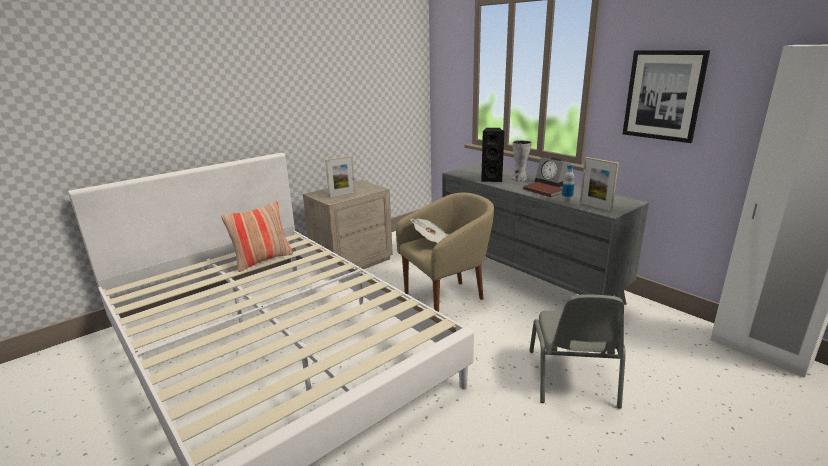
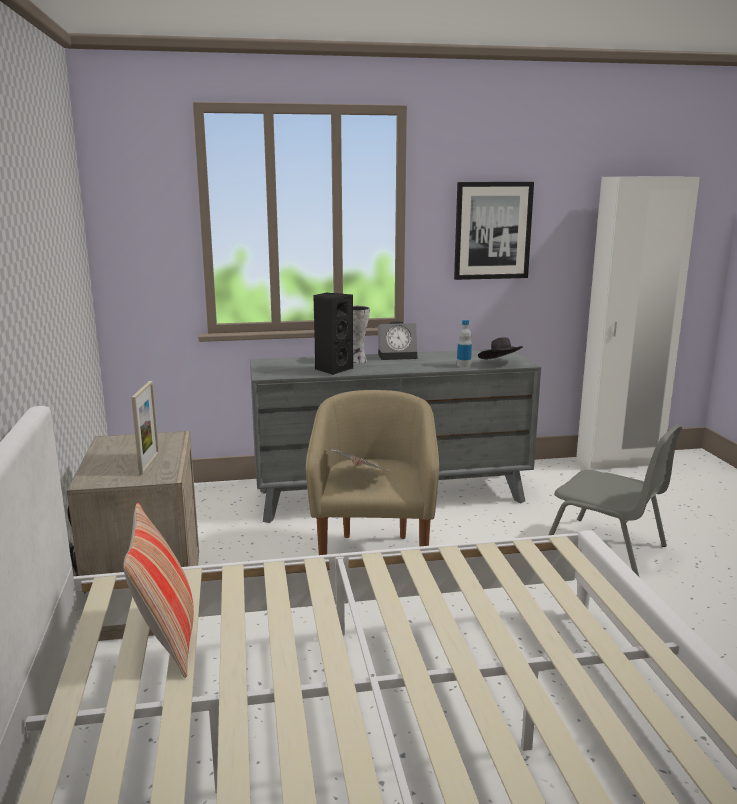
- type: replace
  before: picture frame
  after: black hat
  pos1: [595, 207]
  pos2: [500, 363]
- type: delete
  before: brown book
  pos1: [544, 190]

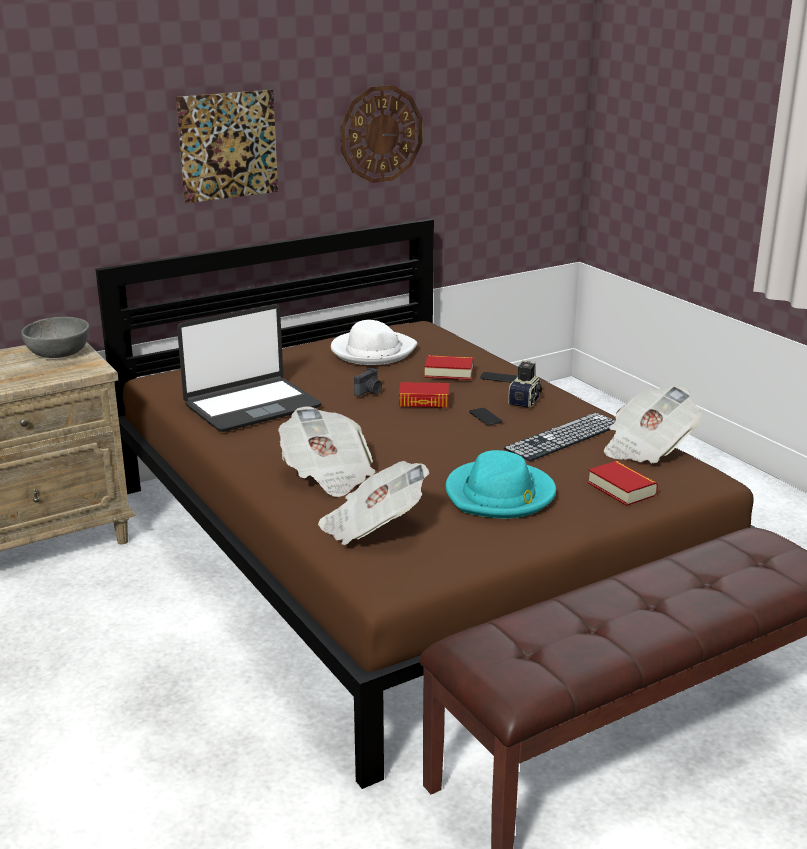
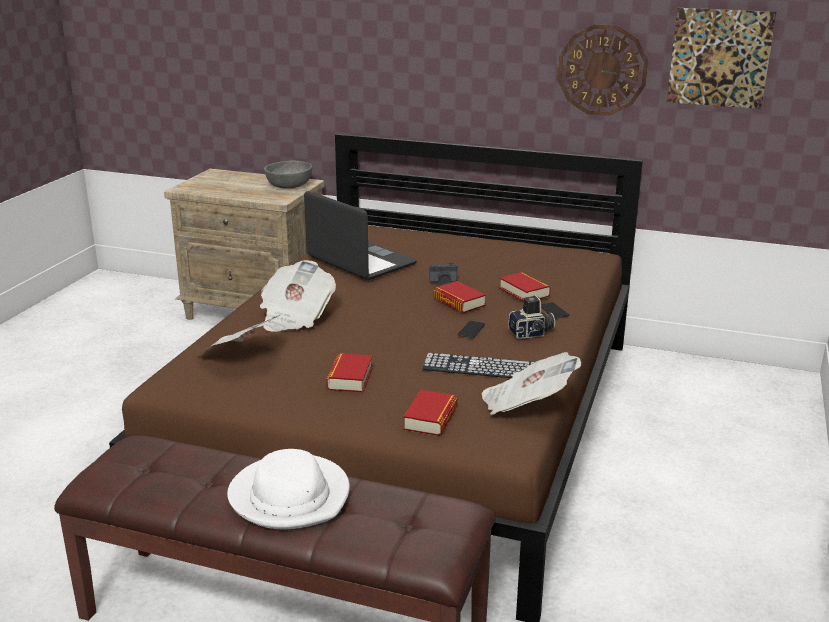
- type: move
  before: picture
  pos1: [228, 146]
  pos2: [719, 58]
- type: rotate
  before: laptop
  pos1: [251, 406]
  pos2: [360, 262]
  turn: -150
- type: move
  before: white hat
  pos1: [372, 351]
  pos2: [290, 496]
- type: replace
  before: turquoise hat
  after: book
  pos1: [500, 495]
  pos2: [350, 378]

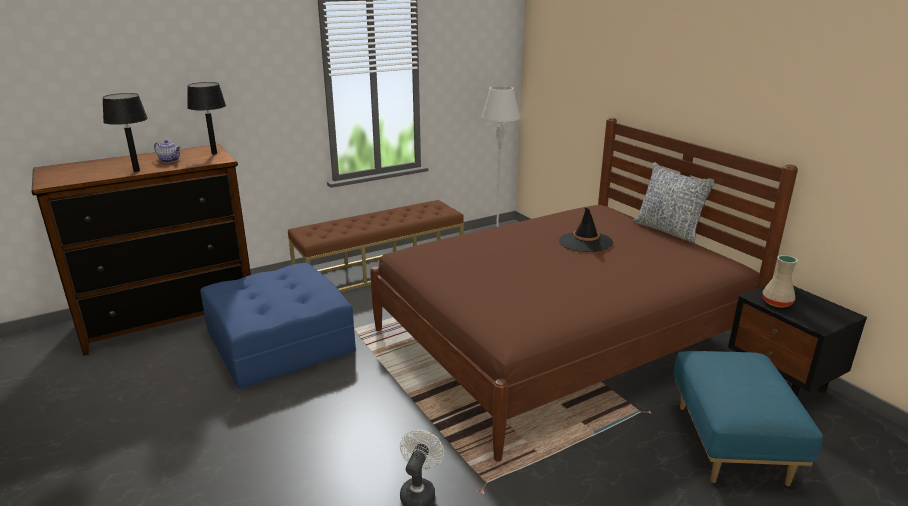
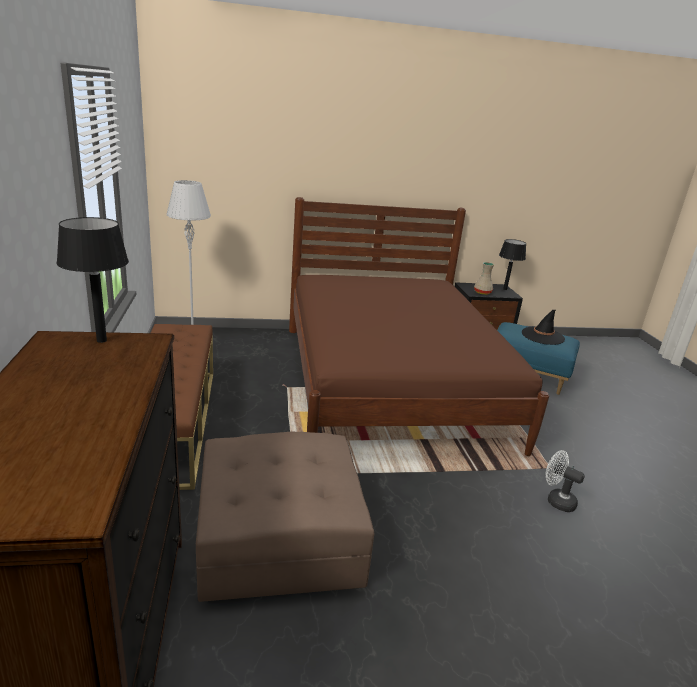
- type: move
  before: black table lamp
  pos1: [137, 171]
  pos2: [504, 289]
- type: delete
  before: teapot
  pos1: [170, 160]
- type: delete
  before: pillow
  pos1: [668, 230]
- type: move
  before: black hat
  pos1: [585, 242]
  pos2: [542, 336]
- type: recolor
  before: blue ottoman
  after: brown ottoman
  pos1: [281, 341]
  pos2: [279, 533]

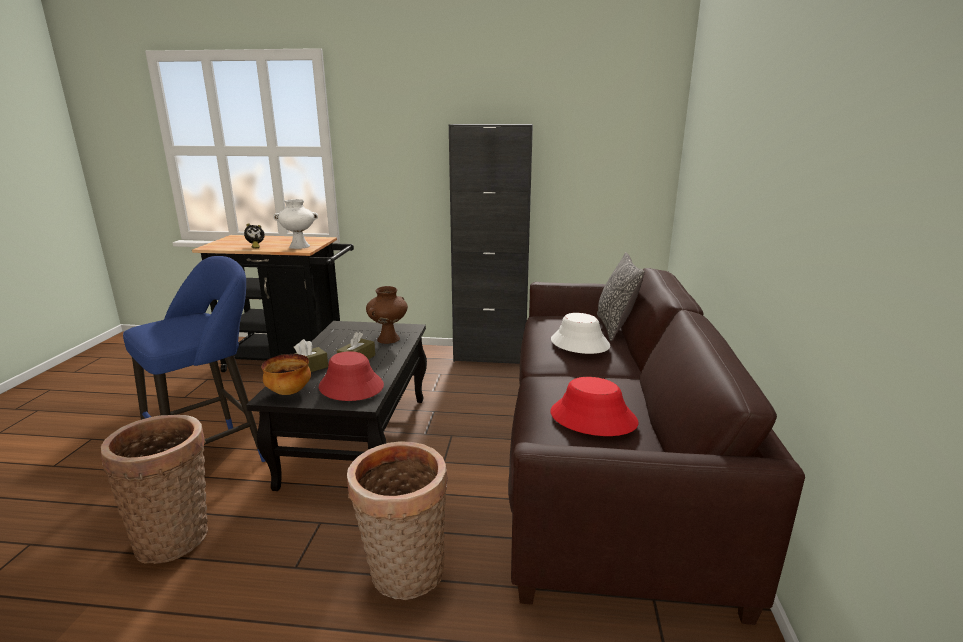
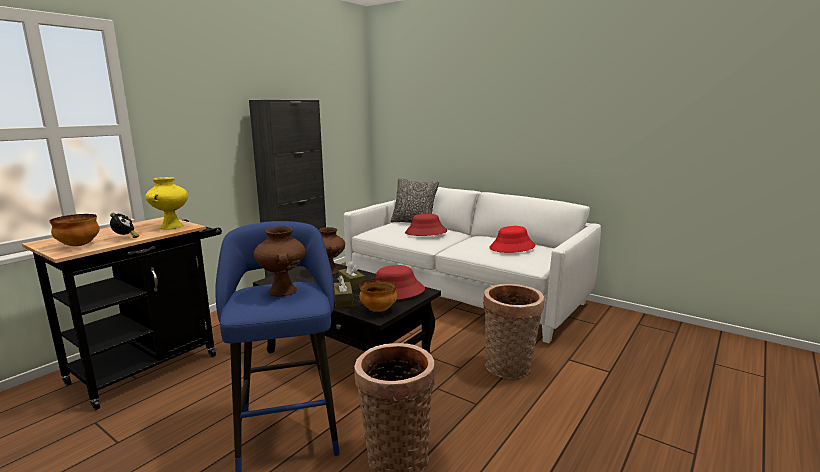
- type: recolor
  before: white vase
  after: yellow vase
  pos1: [300, 246]
  pos2: [171, 226]
- type: recolor
  before: brown sofa
  after: white sofa
  pos1: [606, 464]
  pos2: [463, 295]
- type: recolor
  before: white hat
  after: red hat
  pos1: [579, 343]
  pos2: [426, 232]
- type: insert
  after: bowl
  pos2: [79, 245]
- type: insert
  after: brown vase
  pos2: [283, 291]

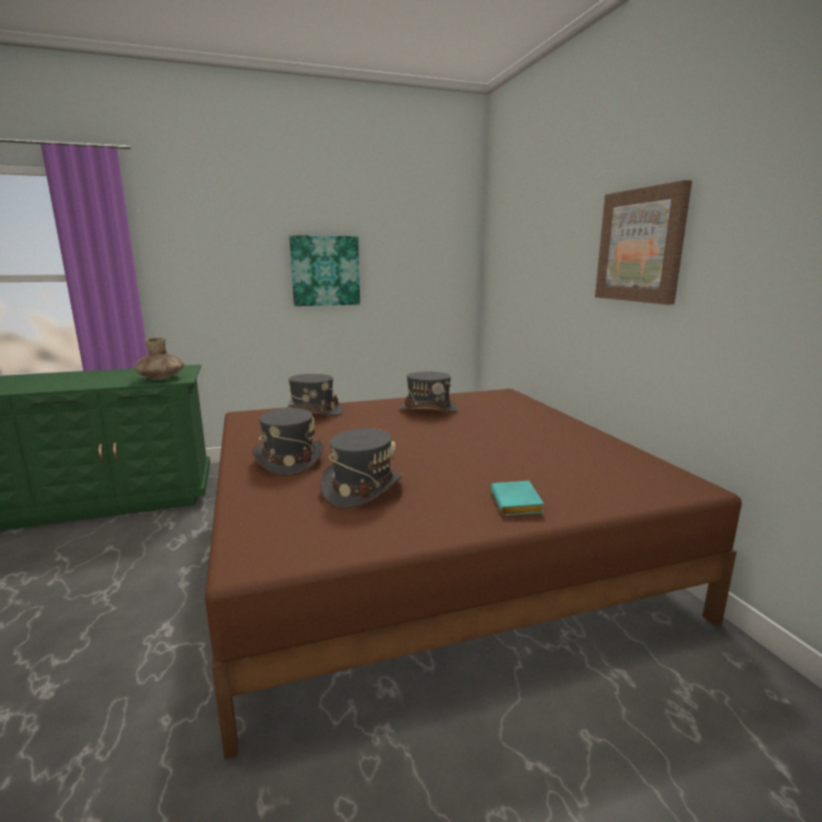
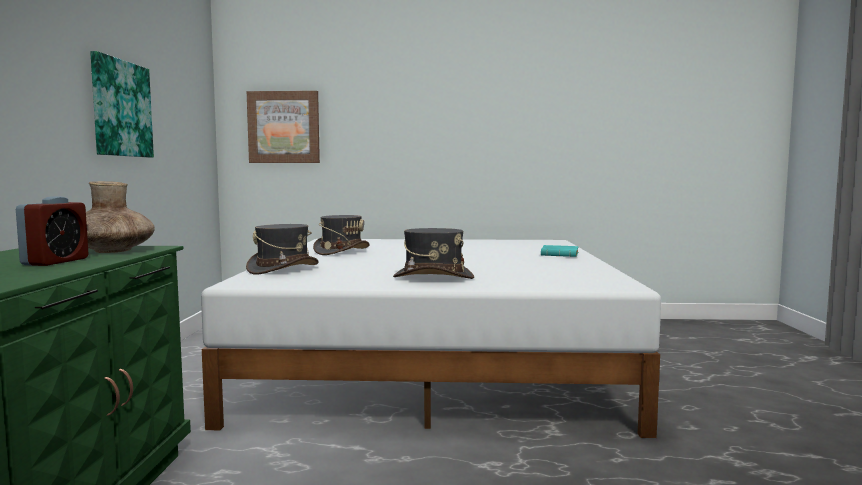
- type: move
  before: picture
  pos1: [640, 246]
  pos2: [284, 127]
- type: recolor
  before: brown bed
  after: white bed
  pos1: [426, 550]
  pos2: [436, 359]
- type: delete
  before: grey hat
  pos1: [362, 489]
- type: insert
  after: alarm clock
  pos2: [55, 261]

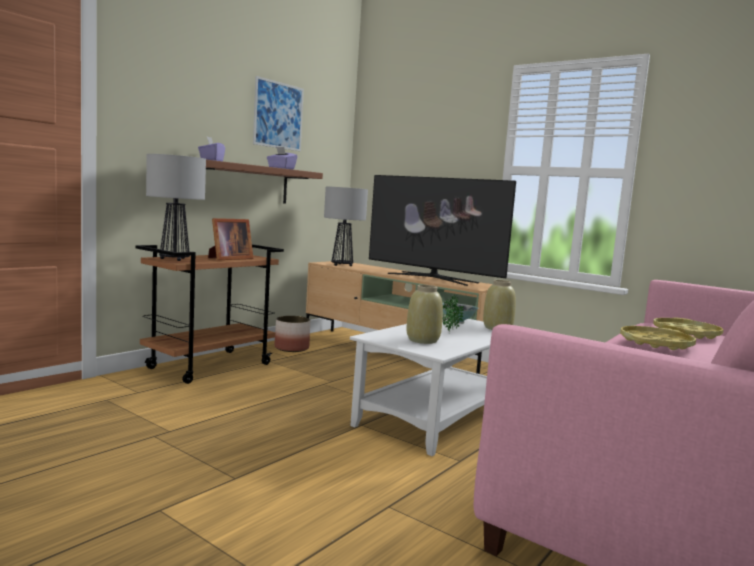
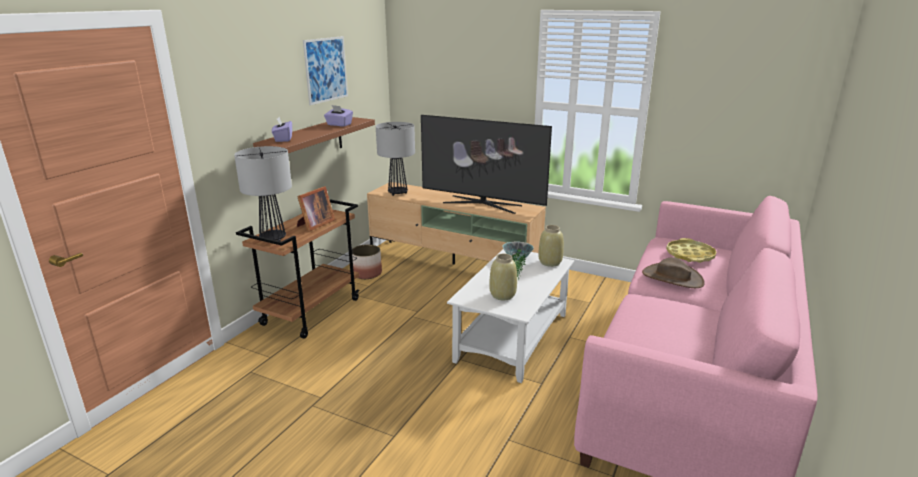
- type: replace
  before: yellow tray
  after: brown hat
  pos1: [656, 343]
  pos2: [672, 278]

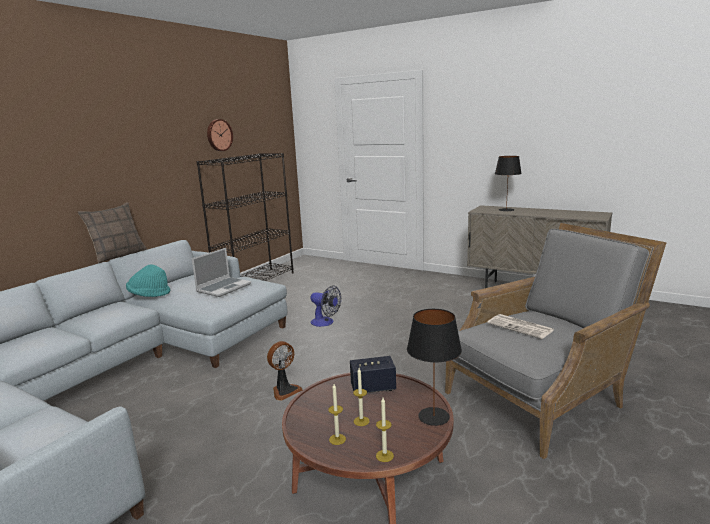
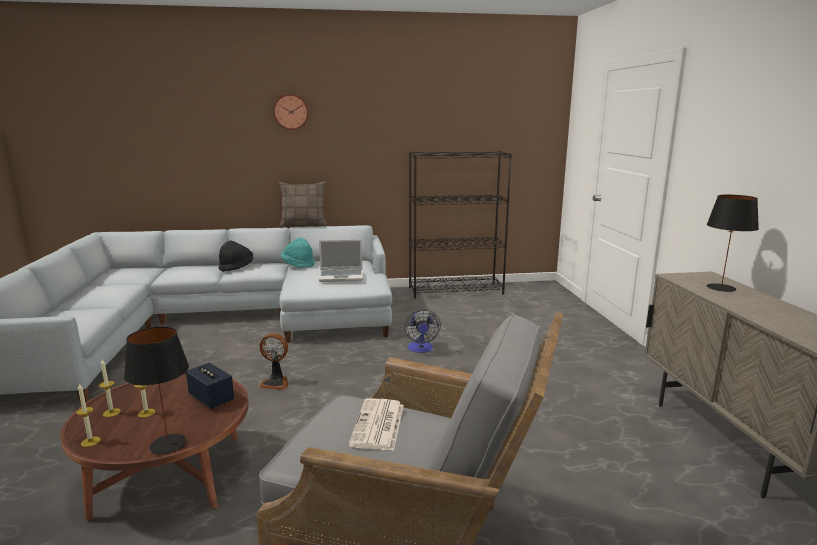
- type: move
  before: wall clock
  pos1: [219, 135]
  pos2: [291, 112]
- type: insert
  after: black hat
  pos2: [236, 267]

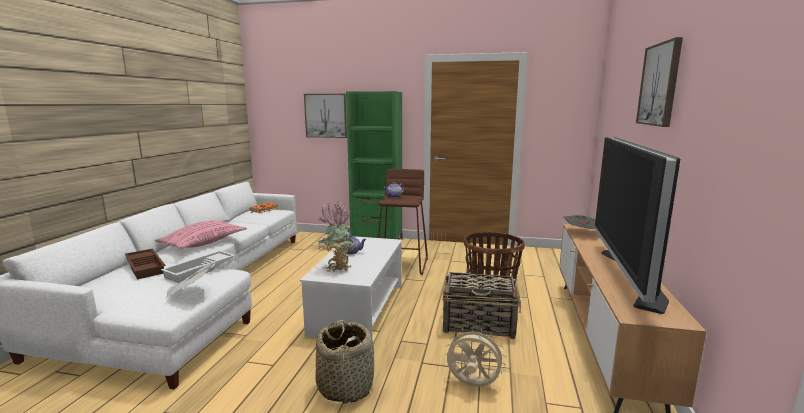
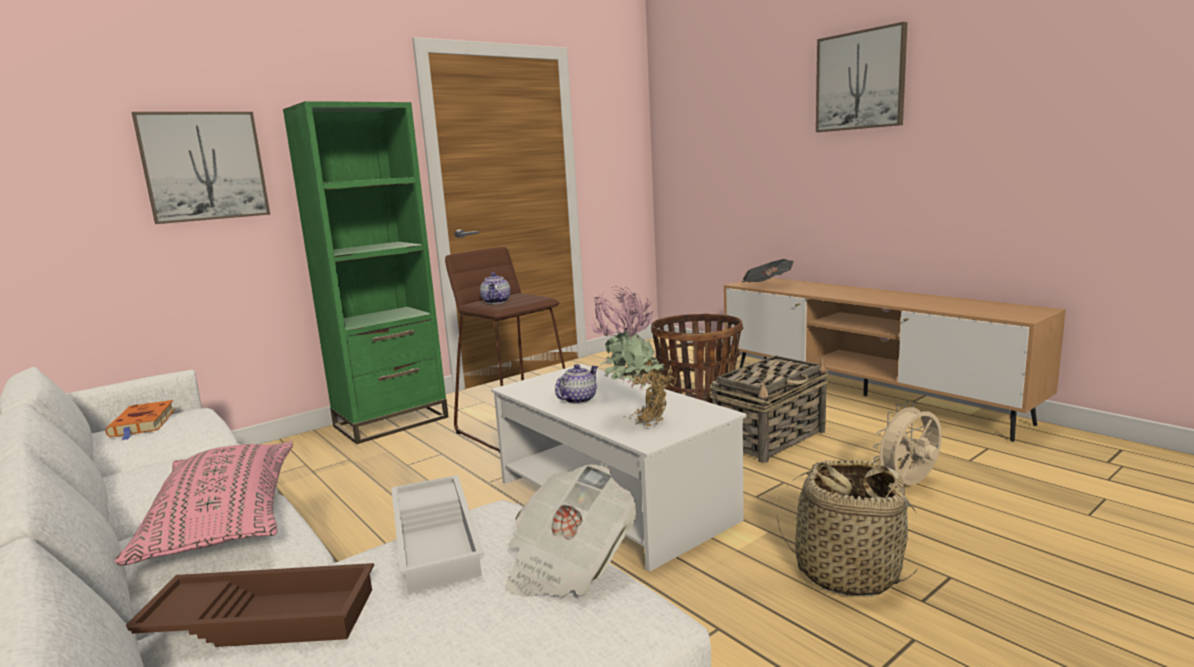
- type: delete
  before: television
  pos1: [629, 277]

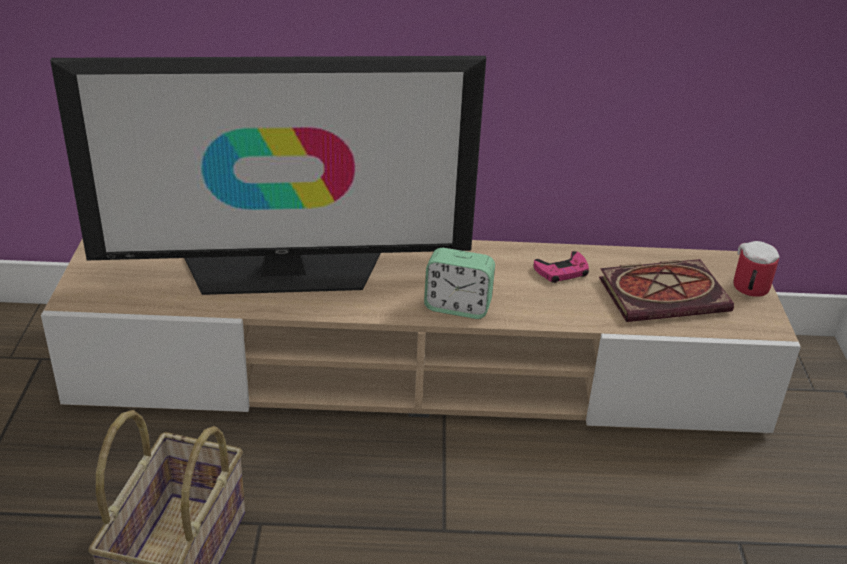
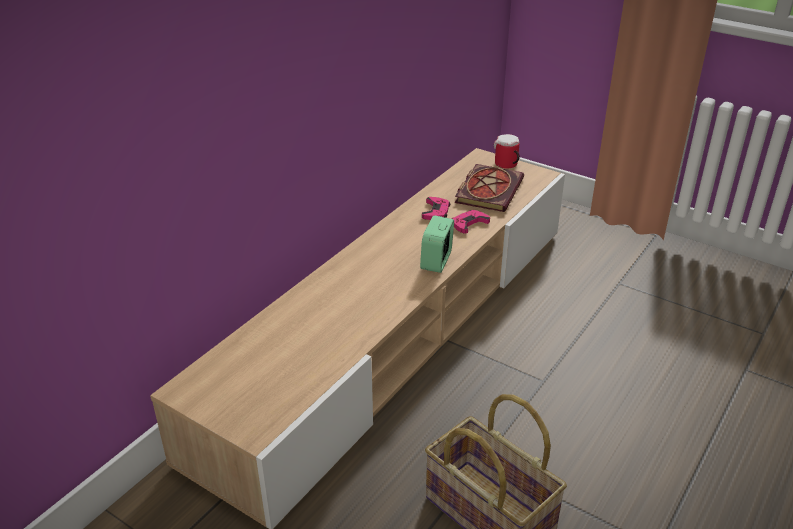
- type: delete
  before: television
  pos1: [283, 273]
- type: rotate
  before: alarm clock
  pos1: [457, 307]
  pos2: [436, 261]
  turn: 150
- type: insert
  after: pink game controller
  pos2: [469, 224]

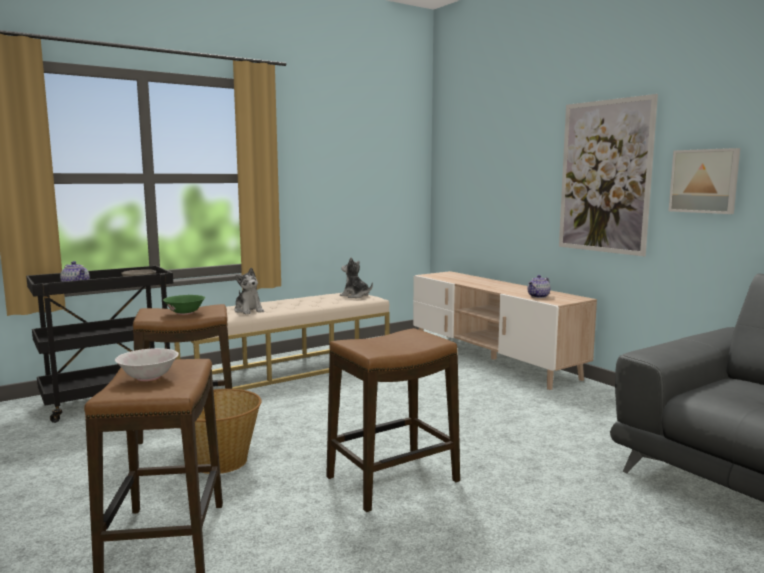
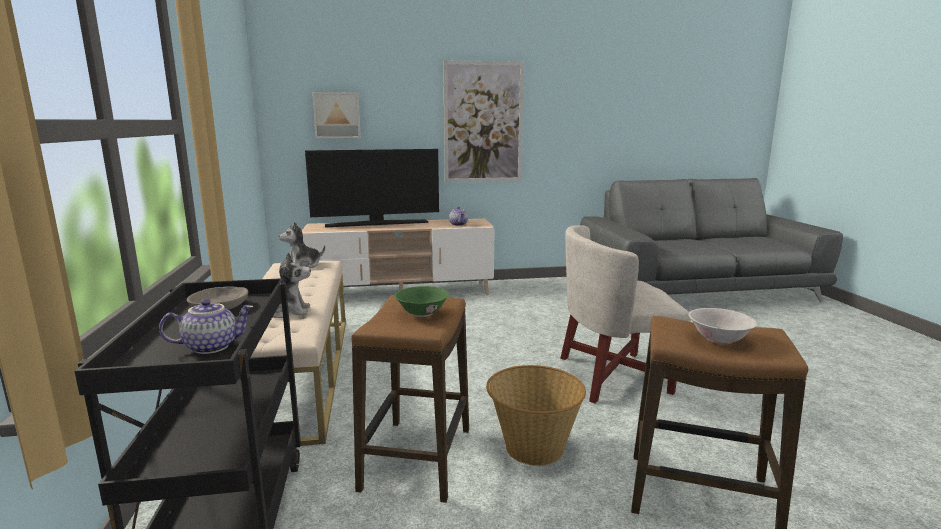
- type: move
  before: picture
  pos1: [704, 181]
  pos2: [337, 115]
- type: replace
  before: stool
  after: white armchair
  pos1: [393, 479]
  pos2: [612, 376]
- type: insert
  after: television
  pos2: [377, 224]

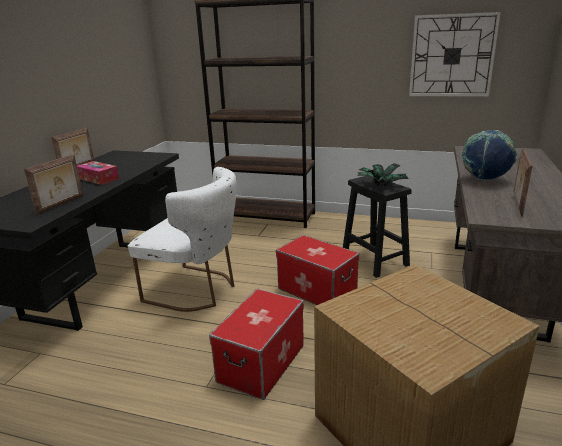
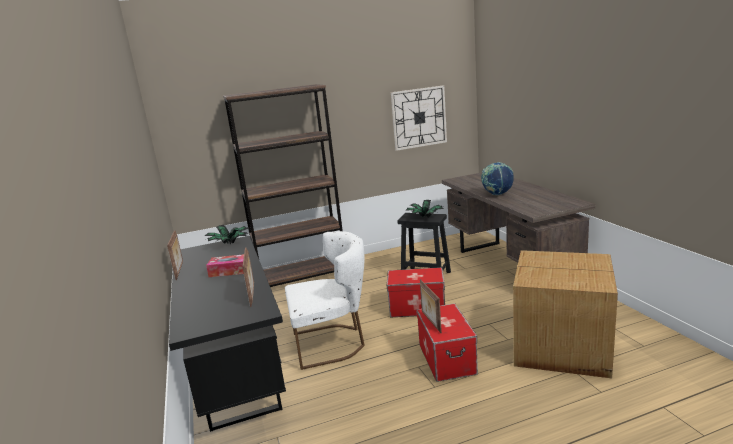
- type: move
  before: picture frame
  pos1: [517, 204]
  pos2: [430, 322]
- type: insert
  after: potted plant
  pos2: [228, 244]

